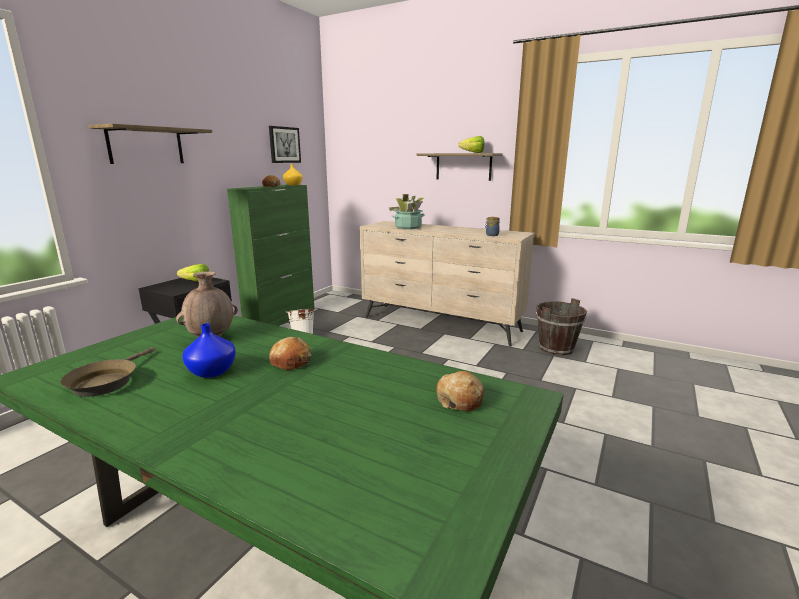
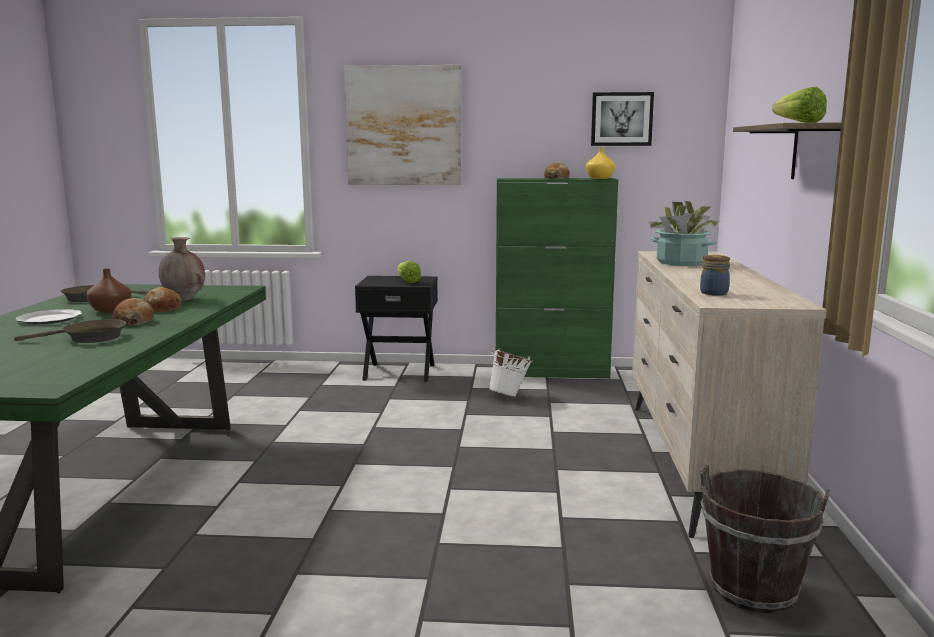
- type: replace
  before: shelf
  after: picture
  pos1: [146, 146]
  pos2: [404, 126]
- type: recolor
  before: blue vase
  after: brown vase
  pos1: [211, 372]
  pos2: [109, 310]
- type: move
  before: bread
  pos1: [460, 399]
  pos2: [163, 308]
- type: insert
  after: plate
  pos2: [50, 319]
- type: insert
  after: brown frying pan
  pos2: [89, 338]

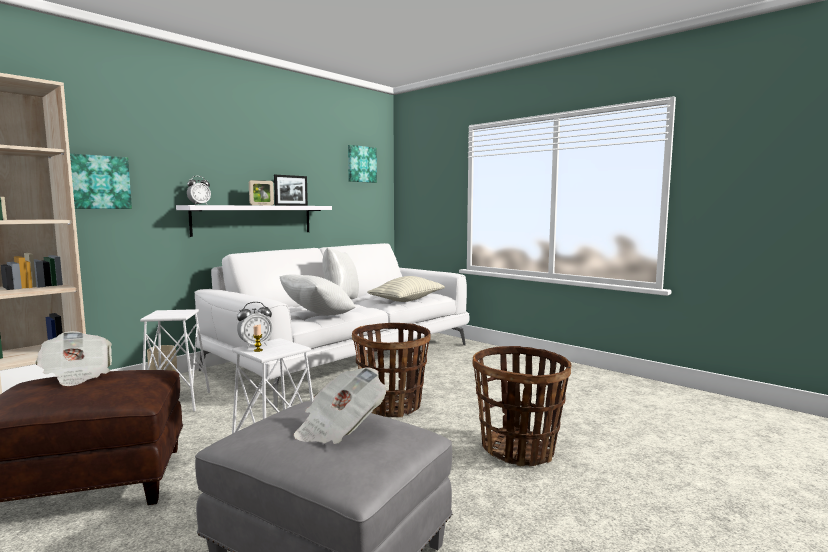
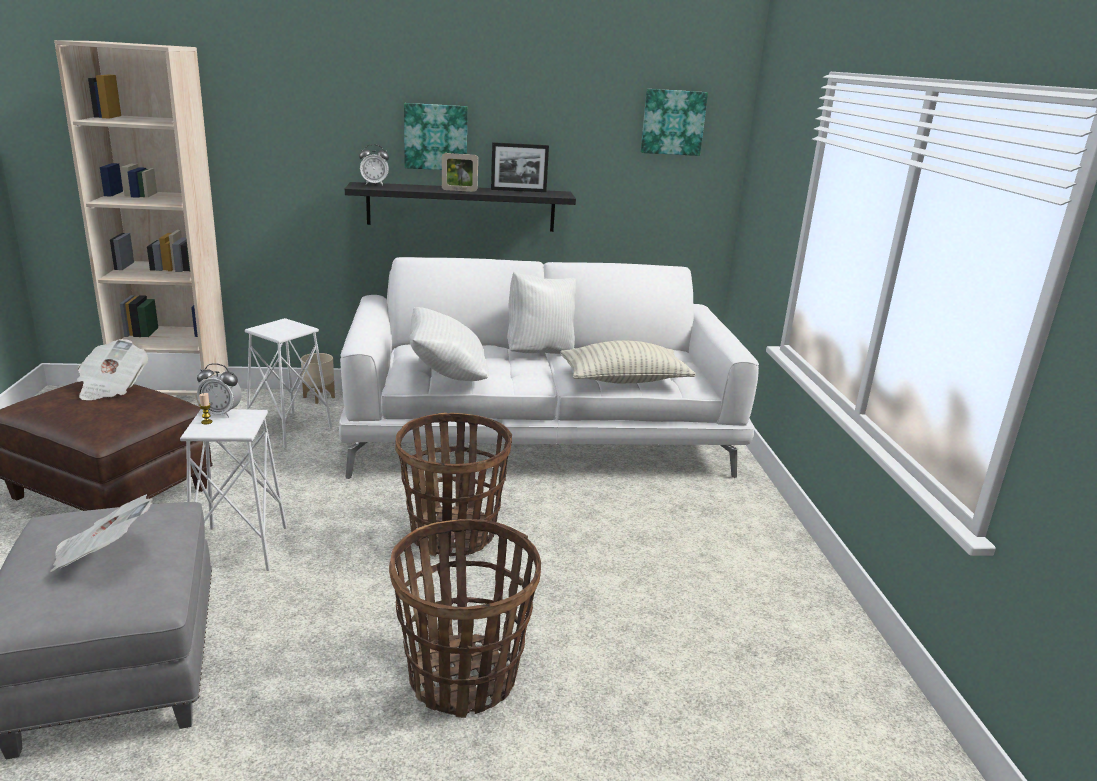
- type: move
  before: picture
  pos1: [99, 182]
  pos2: [435, 137]
- type: recolor
  before: white shelf
  after: black shelf
  pos1: [254, 220]
  pos2: [461, 207]

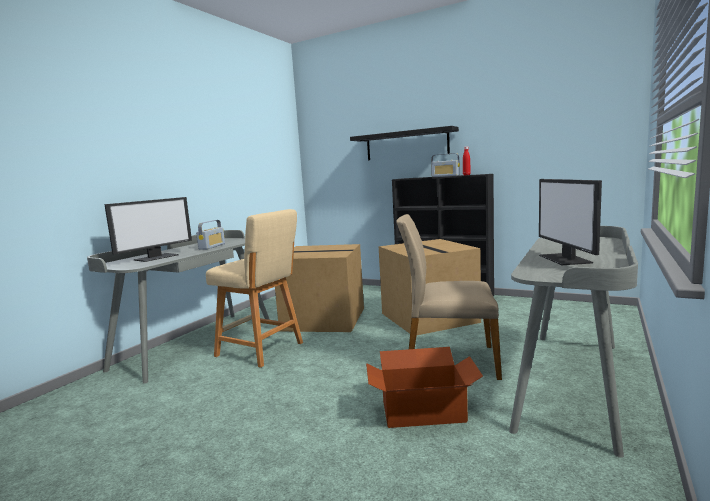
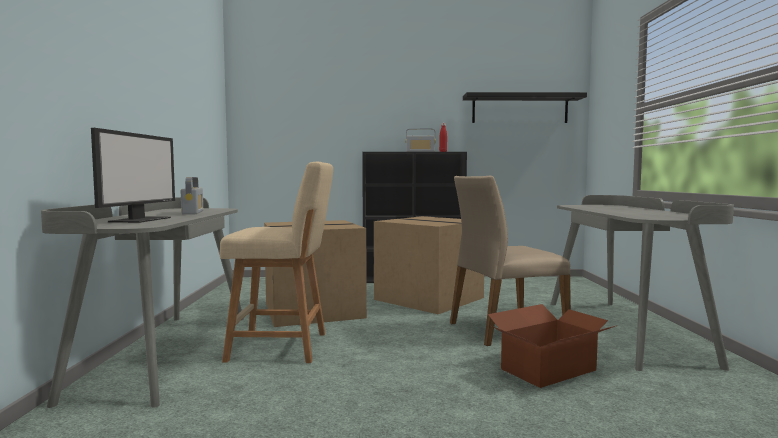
- type: move
  before: black shelf
  pos1: [406, 145]
  pos2: [519, 109]
- type: delete
  before: monitor
  pos1: [566, 259]

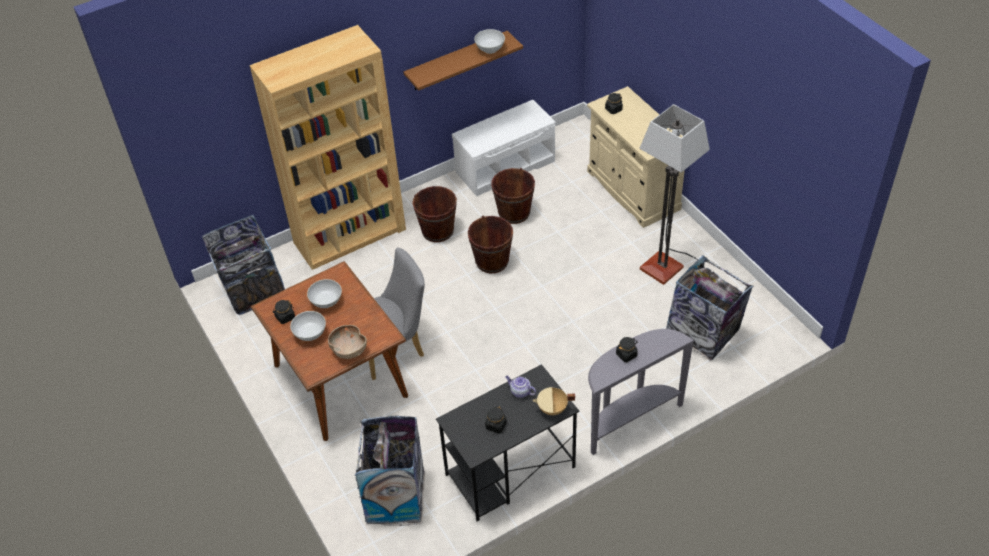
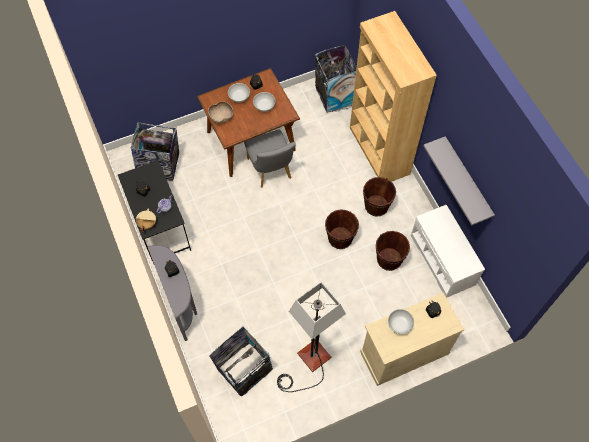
- type: move
  before: white bowl
  pos1: [490, 49]
  pos2: [399, 325]
- type: recolor
  before: brown shelf
  after: grey shelf
  pos1: [457, 61]
  pos2: [467, 180]

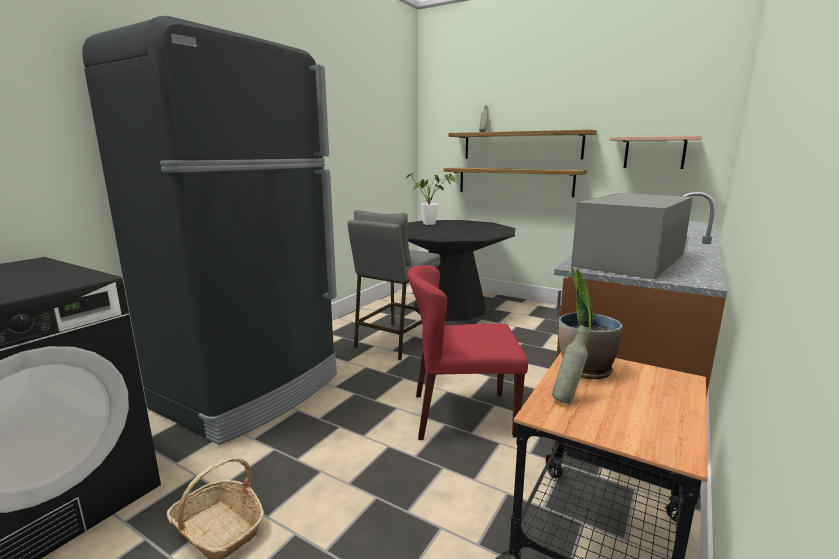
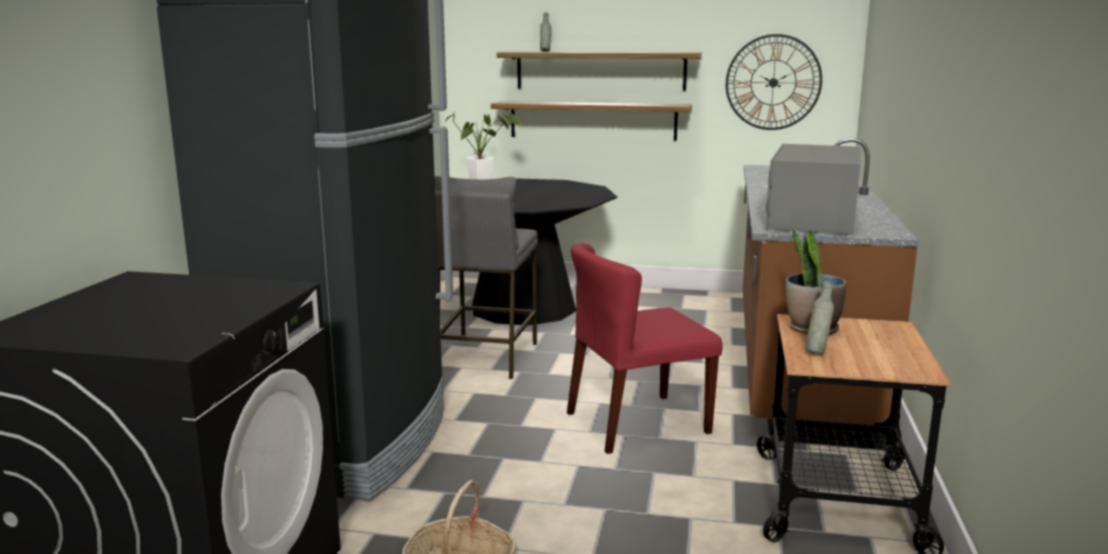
- type: replace
  before: shelf
  after: wall clock
  pos1: [654, 153]
  pos2: [773, 82]

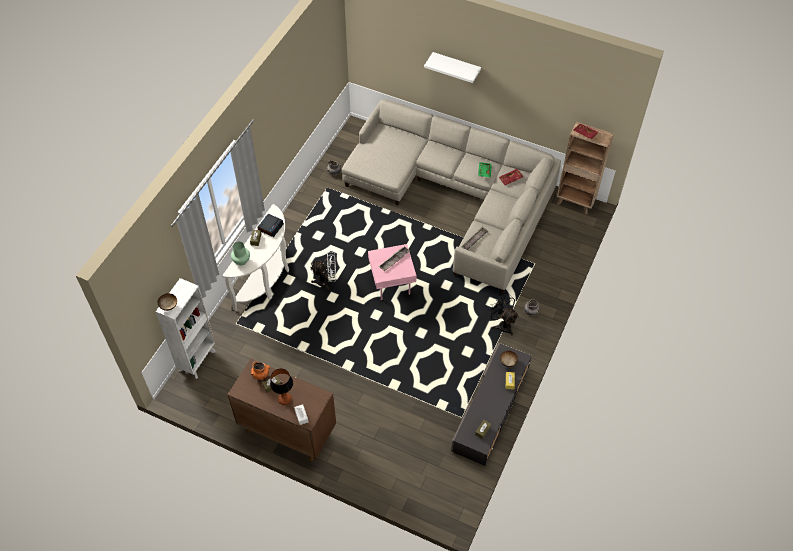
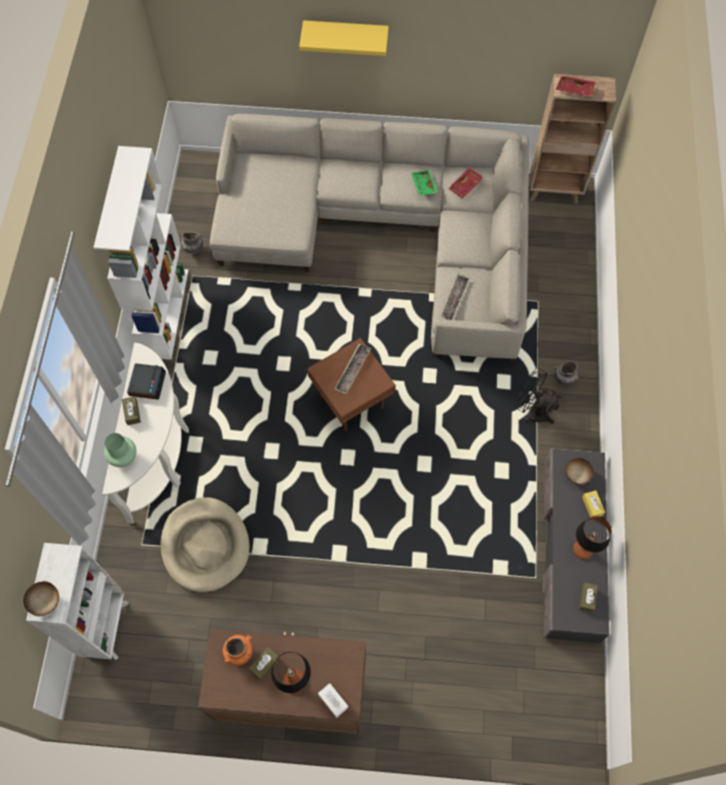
- type: recolor
  before: white shelf
  after: yellow shelf
  pos1: [456, 66]
  pos2: [346, 34]
- type: recolor
  before: pink side table
  after: brown side table
  pos1: [391, 286]
  pos2: [351, 404]
- type: delete
  before: white fan
  pos1: [326, 281]
- type: insert
  after: white bookcase
  pos2: [165, 312]
- type: insert
  after: beige dog bed
  pos2: [205, 545]
- type: insert
  after: table lamp
  pos2: [582, 550]

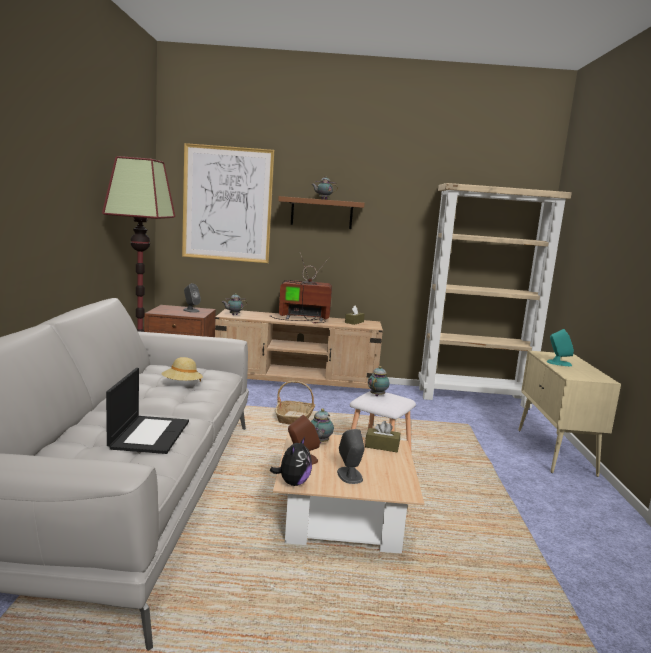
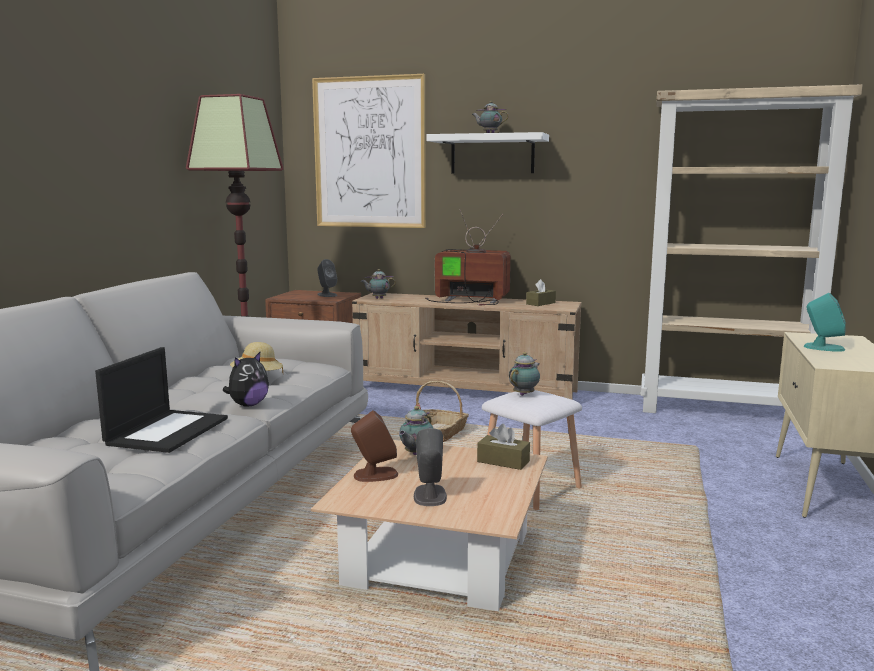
- type: recolor
  before: brown shelf
  after: white shelf
  pos1: [321, 213]
  pos2: [492, 154]
- type: move
  before: plush toy
  pos1: [293, 483]
  pos2: [248, 405]

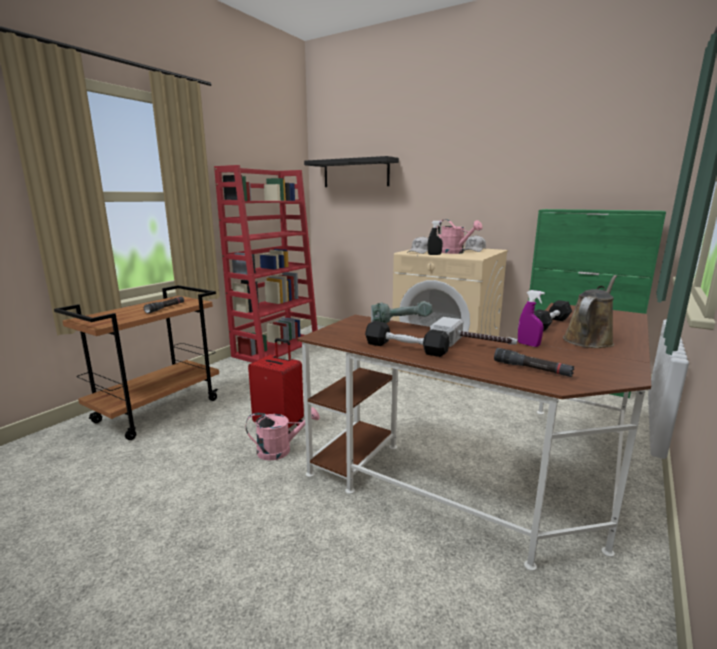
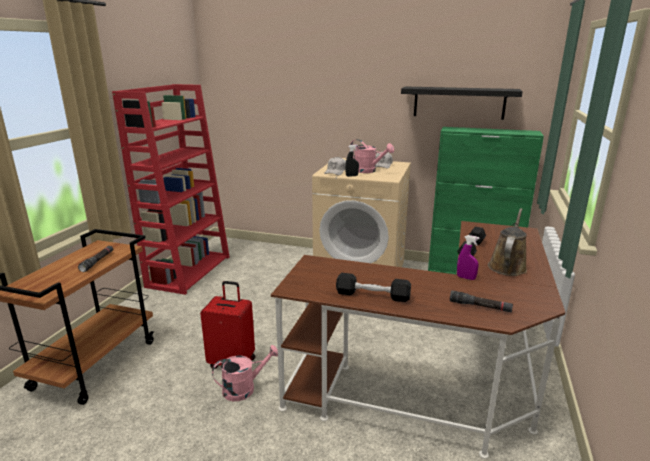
- type: move
  before: black shelf
  pos1: [356, 173]
  pos2: [459, 102]
- type: delete
  before: power drill
  pos1: [400, 324]
- type: delete
  before: hammer
  pos1: [473, 345]

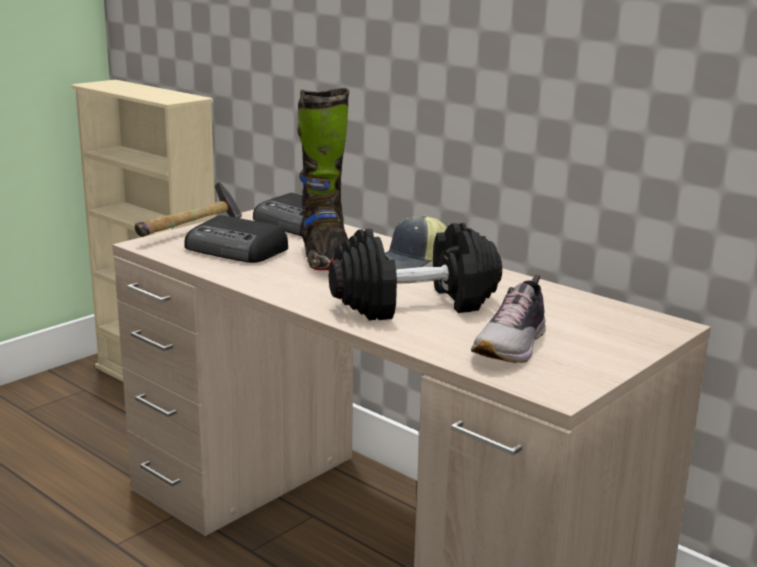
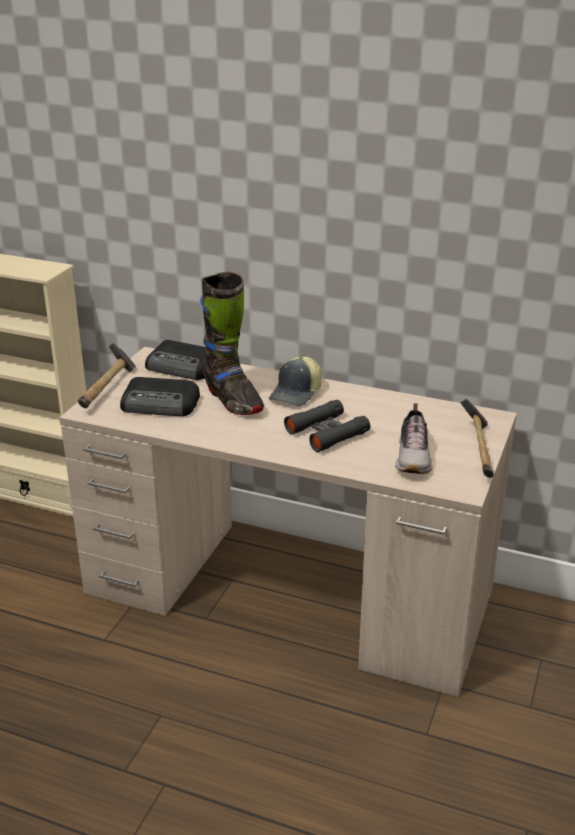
- type: replace
  before: black dumbbell
  after: black binoculars
  pos1: [414, 303]
  pos2: [327, 432]
- type: insert
  after: hammer
  pos2: [479, 451]

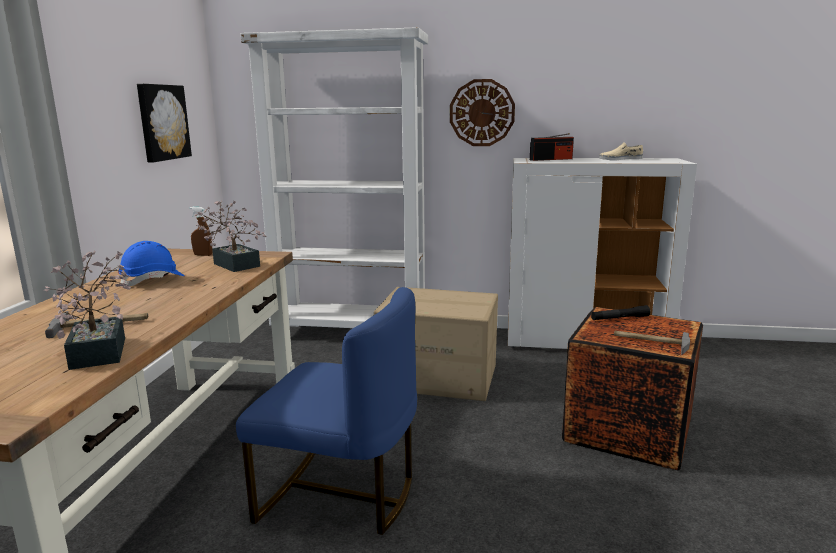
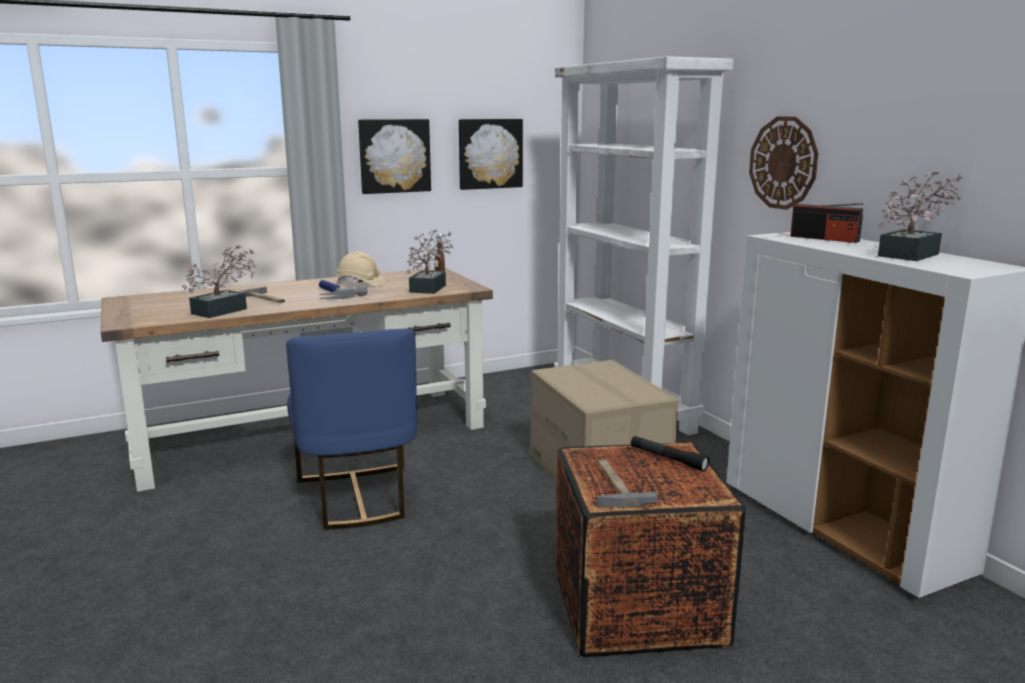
- type: replace
  before: beige shoe
  after: potted plant
  pos1: [620, 159]
  pos2: [912, 254]
- type: recolor
  before: blue hard hat
  after: beige hard hat
  pos1: [153, 280]
  pos2: [361, 284]
- type: insert
  after: picture
  pos2: [394, 156]
- type: insert
  after: hammer
  pos2: [332, 294]

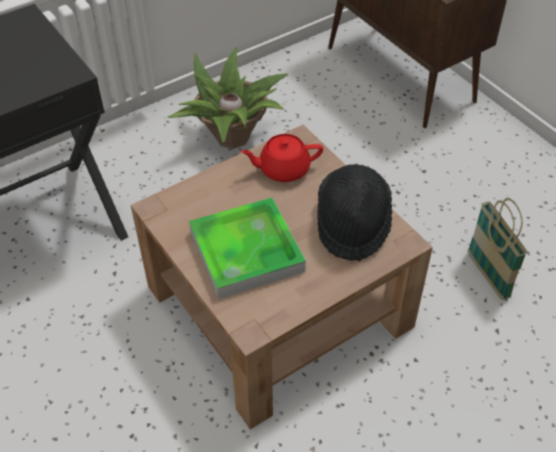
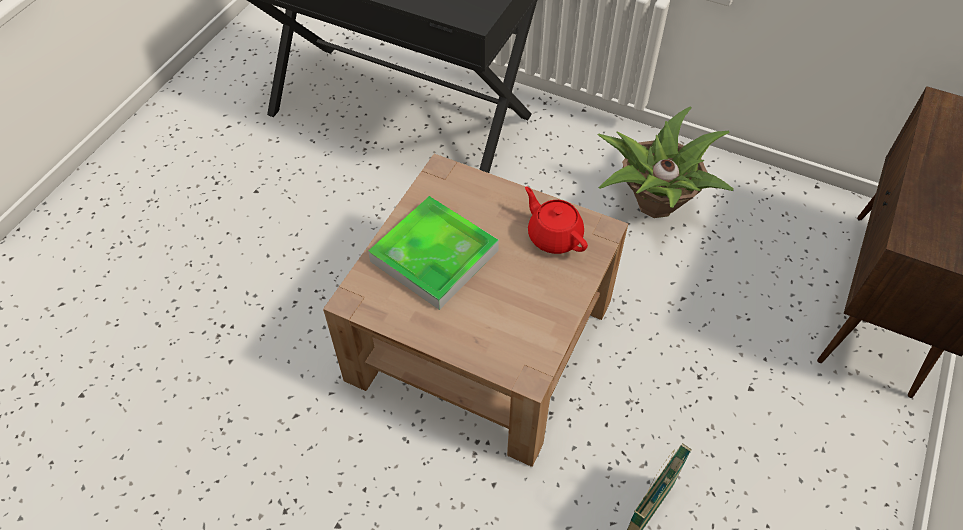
- type: delete
  before: black hat
  pos1: [352, 224]

